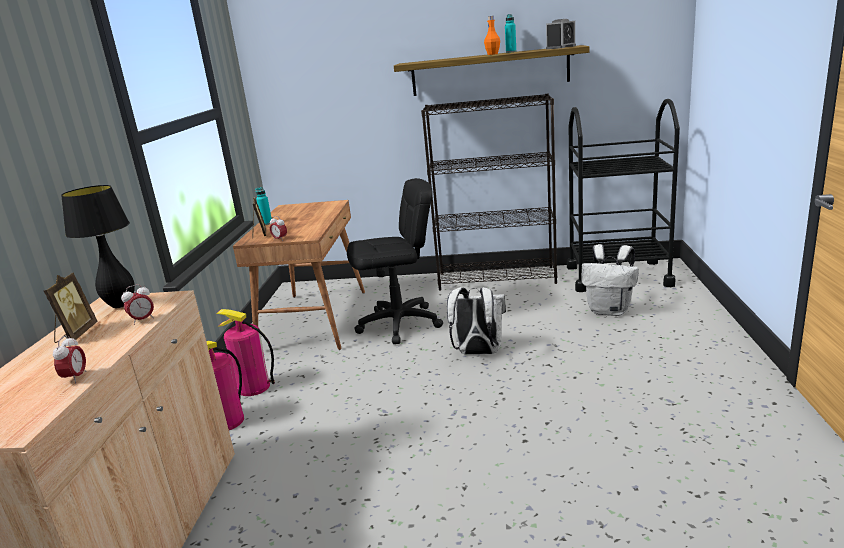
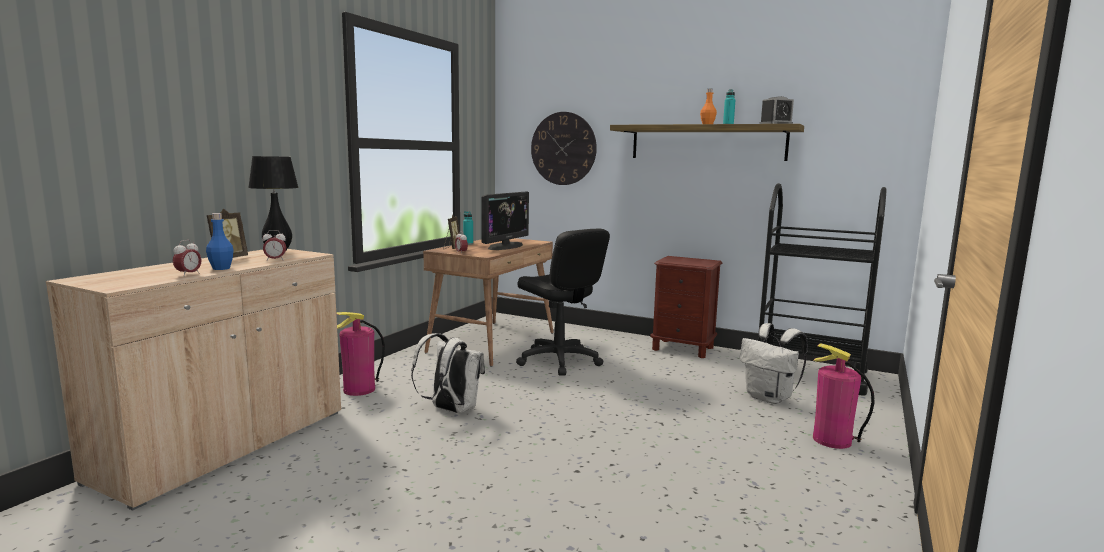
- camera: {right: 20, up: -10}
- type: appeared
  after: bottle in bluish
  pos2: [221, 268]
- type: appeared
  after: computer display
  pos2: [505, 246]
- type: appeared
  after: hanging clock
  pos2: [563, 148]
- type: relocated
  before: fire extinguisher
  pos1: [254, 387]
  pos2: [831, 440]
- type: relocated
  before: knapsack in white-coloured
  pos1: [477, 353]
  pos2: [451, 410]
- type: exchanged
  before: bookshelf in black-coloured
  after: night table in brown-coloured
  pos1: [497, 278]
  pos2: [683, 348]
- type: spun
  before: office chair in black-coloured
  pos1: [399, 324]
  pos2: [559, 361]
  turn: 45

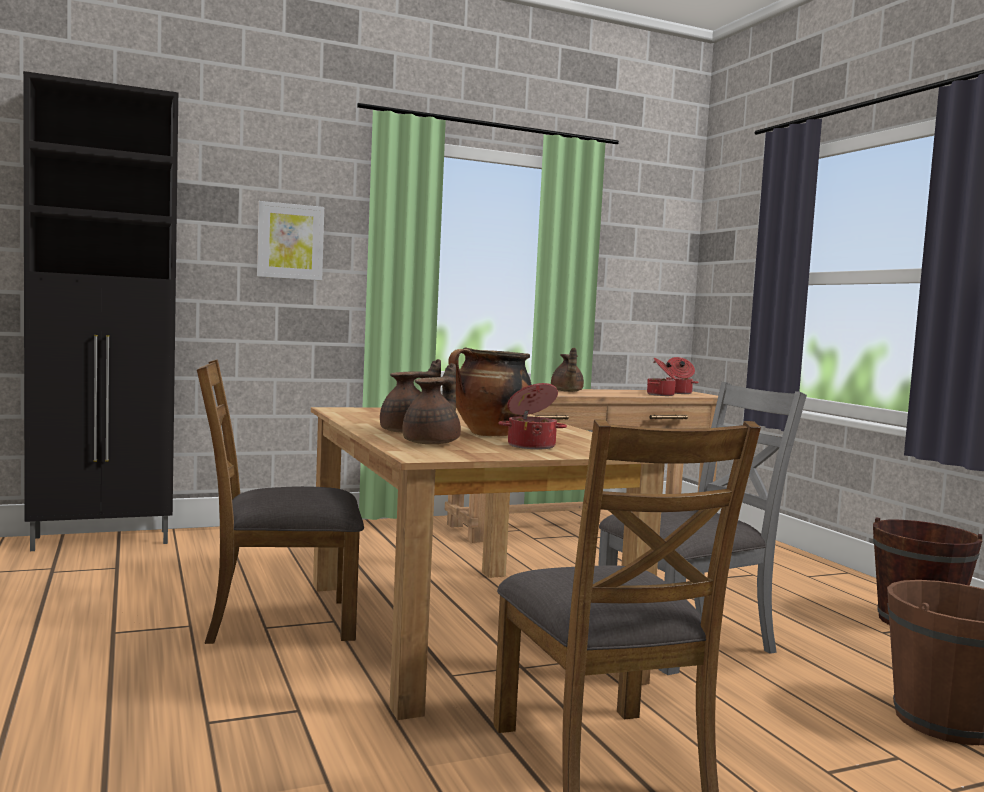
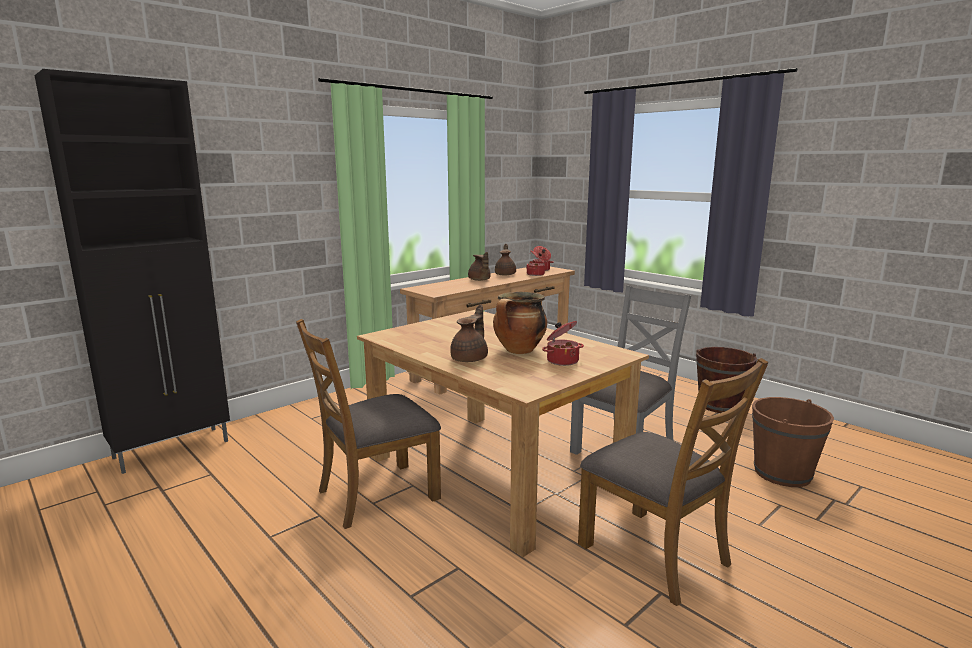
- camera: {right: -20, up: 10}
- type: missing
  before: wall art
  pos1: [290, 241]
- type: relocated
  before: teapot in brown-coloured
  pos1: [433, 443]
  pos2: [505, 274]

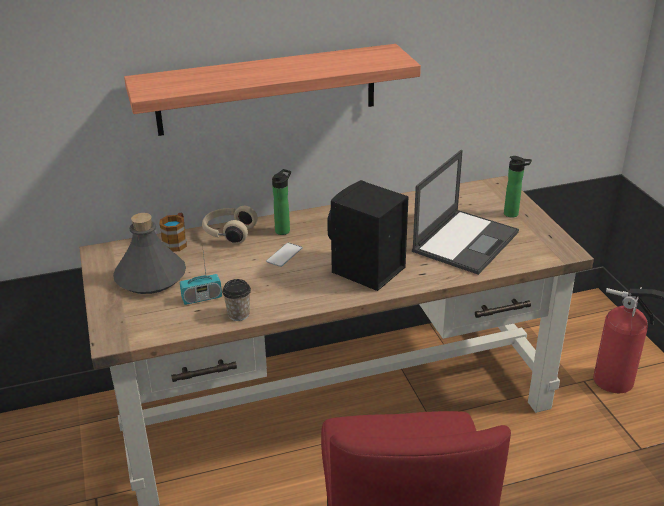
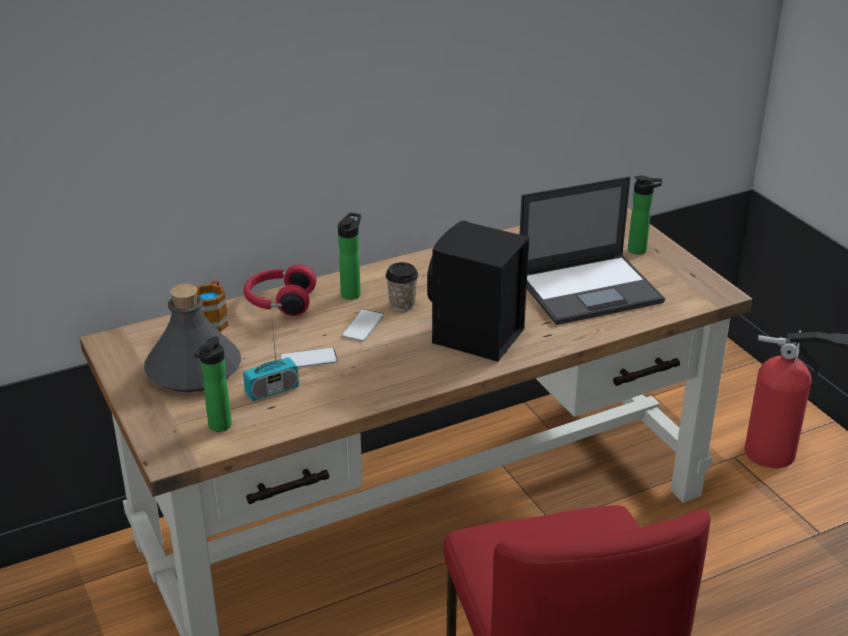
- camera: {right: -10, up: 0}
- type: missing
  before: shelf
  pos1: [267, 90]
- type: appeared
  after: bottle
  pos2: [218, 427]
- type: appeared
  after: phone
  pos2: [309, 359]
- type: relocated
  before: small cup
  pos1: [238, 314]
  pos2: [402, 304]
- type: colour
  before: headphones in sand-coloured
  after: headphones in red-coloured
  pos1: [228, 233]
  pos2: [279, 302]
- type: spun
  before: notebook computer
  pos1: [466, 241]
  pos2: [590, 289]
  turn: 45

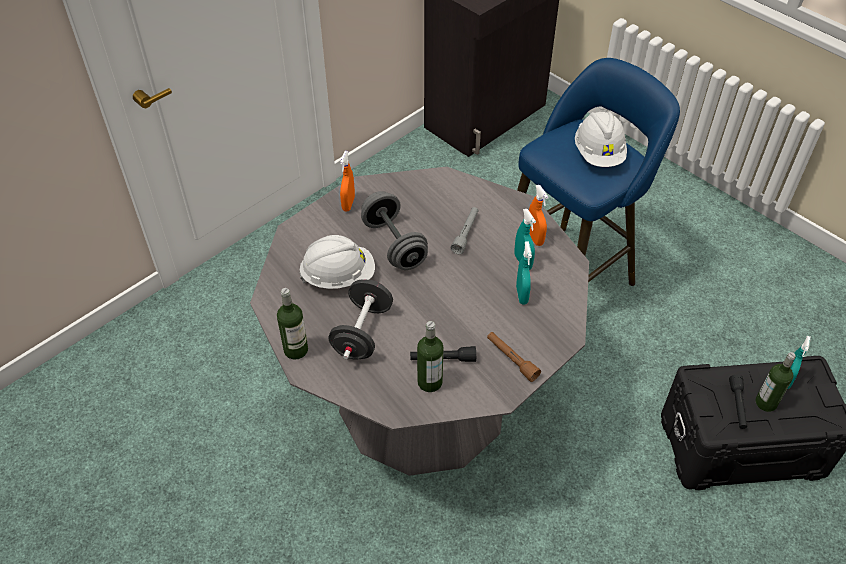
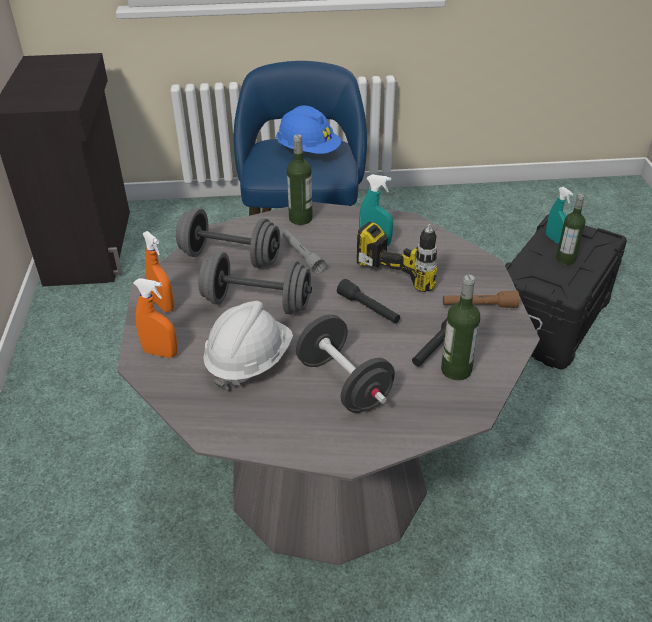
- camera: {right: -50, up: -10}
- type: appeared
  after: hand weight in greyish
  pos2: [230, 257]
- type: relocated
  before: bottle
  pos1: [296, 350]
  pos2: [300, 218]
- type: relocated
  before: sprayer in orange-coloured
  pos1: [534, 238]
  pos2: [160, 353]
- type: relocated
  before: torch in black-coloured
  pos1: [737, 405]
  pos2: [368, 309]
- type: exchanged
  before: sprayer in turquoise-coloured
  after: electric drill
  pos1: [522, 295]
  pos2: [411, 263]
- type: colour
  before: hard hat in white-coloured
  after: hard hat in bluish
  pos1: [599, 154]
  pos2: [308, 151]

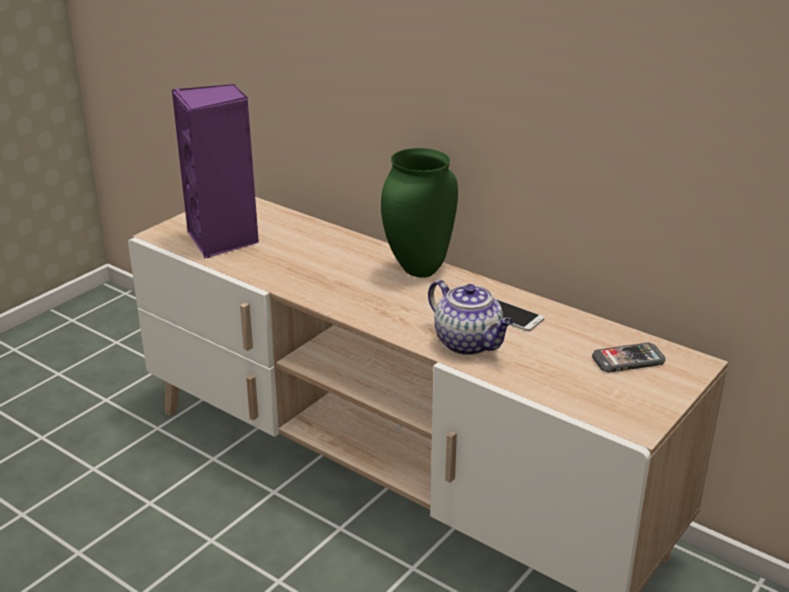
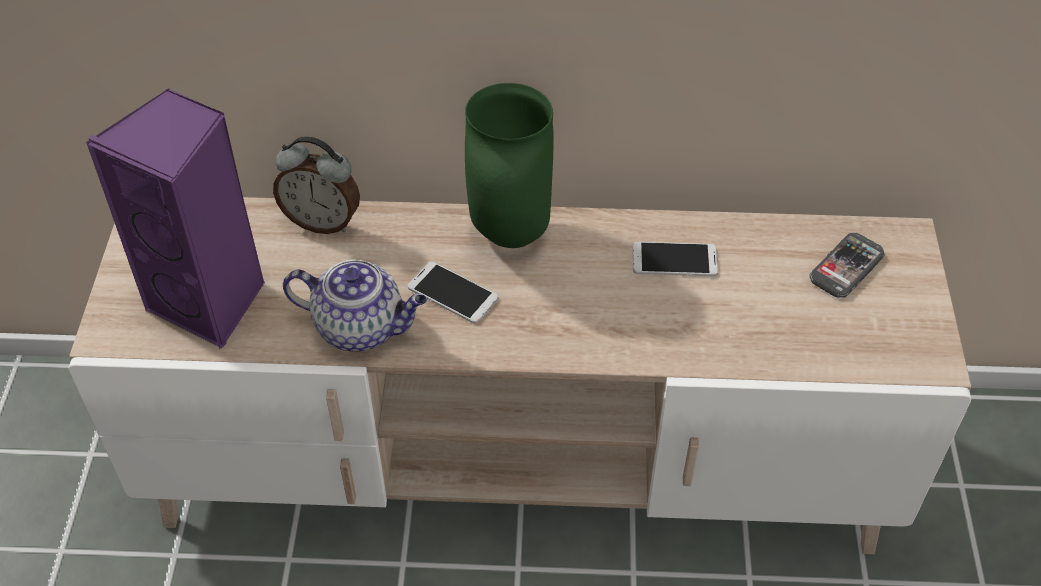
- camera: {right: -35, up: 20}
- type: appeared
  after: alarm clock
  pos2: [322, 221]
- type: appeared
  after: phone
  pos2: [453, 293]
- type: relocated
  before: teapot
  pos1: [469, 343]
  pos2: [362, 327]

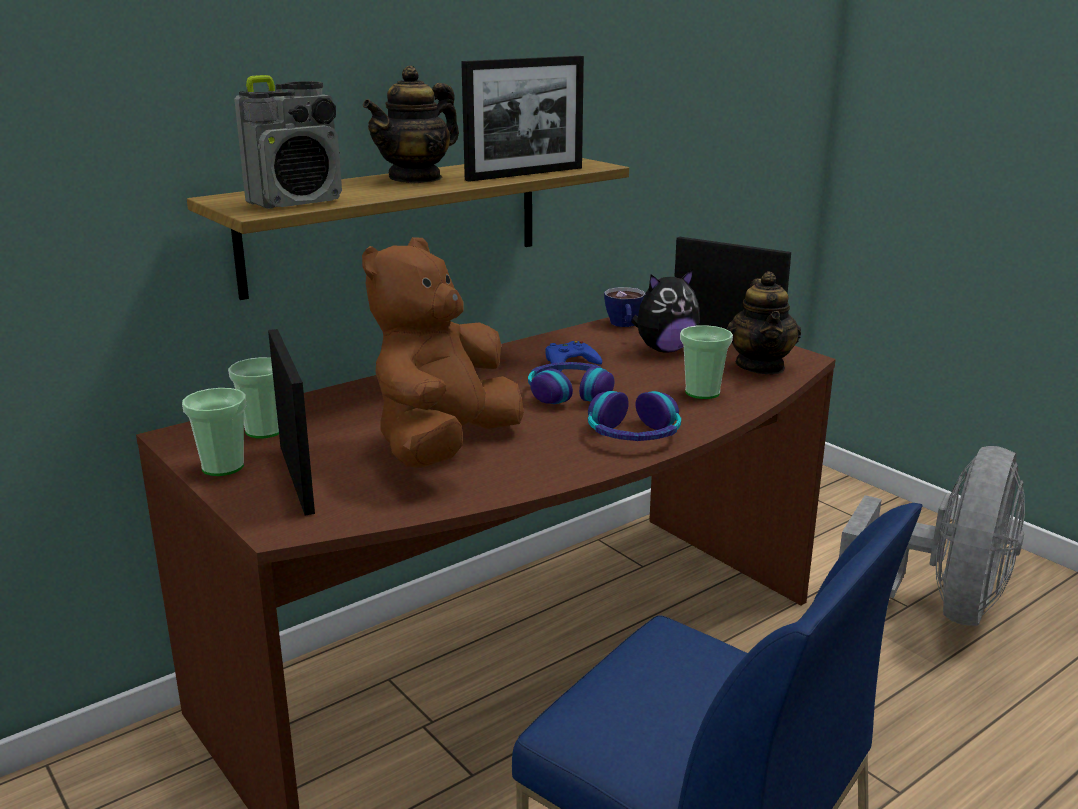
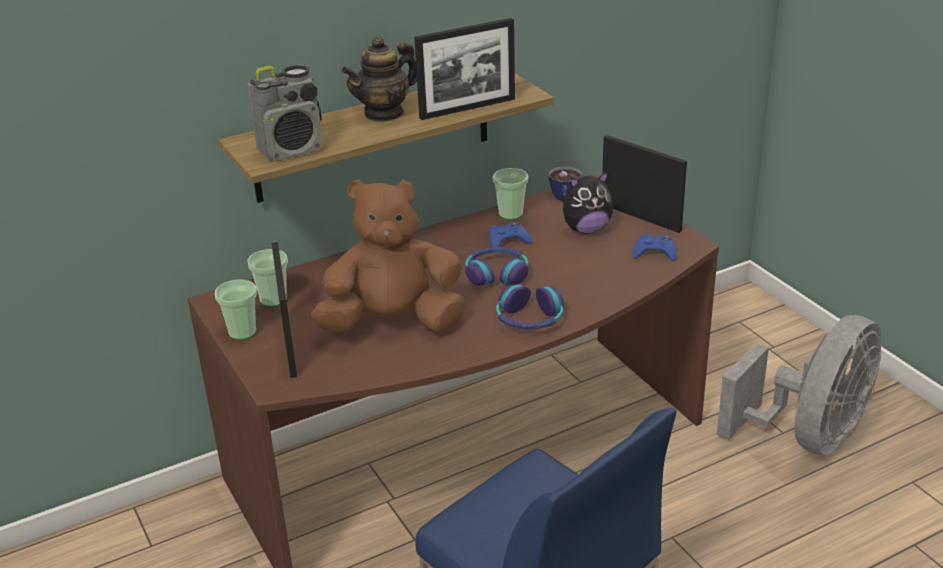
- camera: {right: 10, up: 10}
- type: relocated
  before: small cup
  pos1: [702, 392]
  pos2: [511, 214]
- type: exchanged
  before: teapot
  after: game controller in bluish
  pos1: [761, 366]
  pos2: [654, 252]
- type: spun
  before: plush toy in brown-coloured
  pos1: [444, 448]
  pos2: [393, 323]
  turn: 45

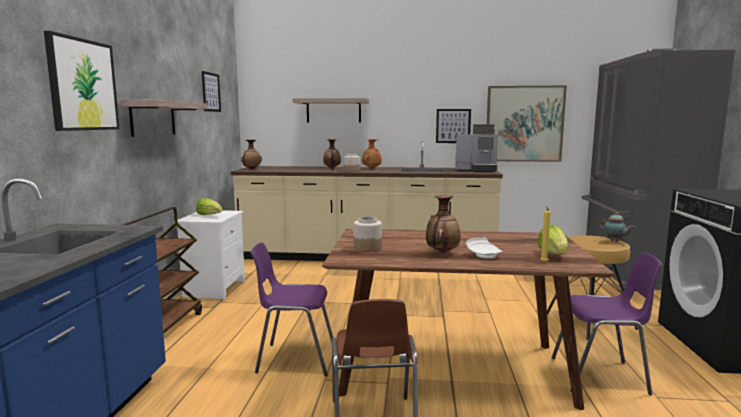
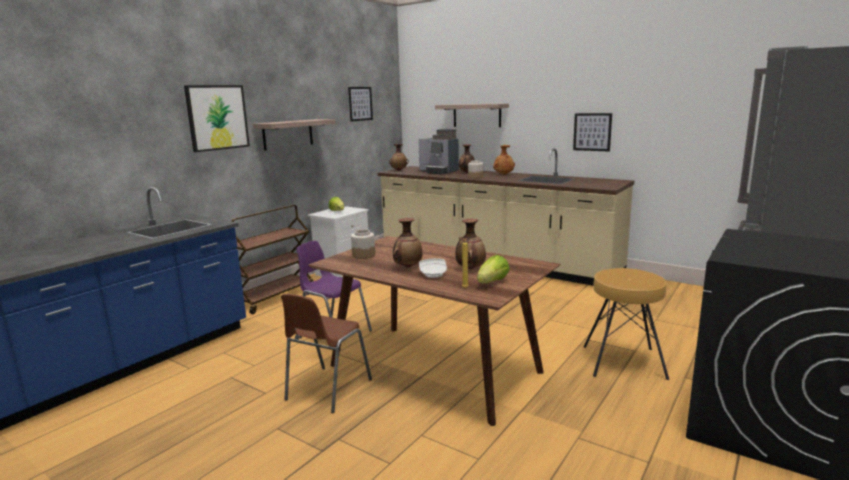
- camera: {right: 30, up: 5}
- type: missing
  before: wall art
  pos1: [524, 124]
- type: missing
  before: chair in purple
  pos1: [601, 376]
- type: missing
  before: teapot
  pos1: [615, 241]
- type: appeared
  after: flower vase
  pos2: [470, 269]
- type: relocated
  before: coffee maker
  pos1: [477, 170]
  pos2: [439, 171]

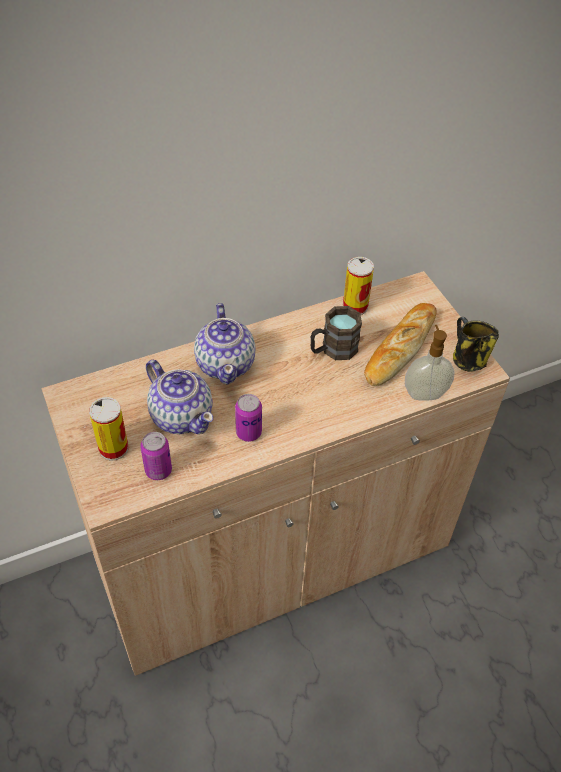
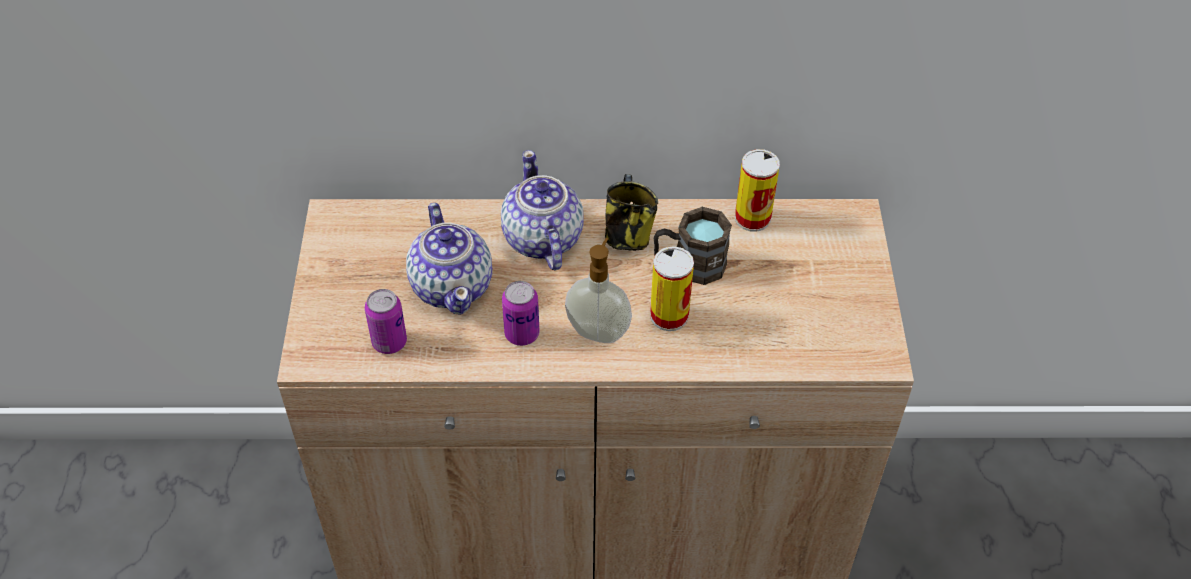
- camera: {right: 25, up: 0}
- type: missing
  before: bakery bread
  pos1: [399, 348]
- type: relocated
  before: sealed can
  pos1: [113, 448]
  pos2: [669, 316]
- type: relocated
  before: soap dispenser
  pos1: [424, 393]
  pos2: [598, 331]
- type: relocated
  before: mug
  pos1: [467, 360]
  pos2: [627, 235]
- type: spun
  before: teapot
  pos1: [226, 364]
  pos2: [542, 239]
  turn: 150

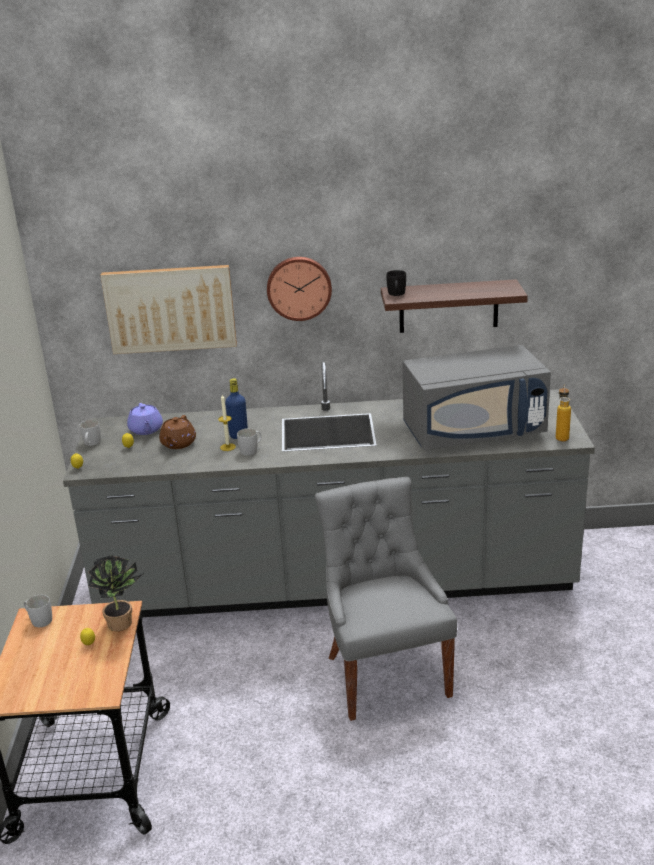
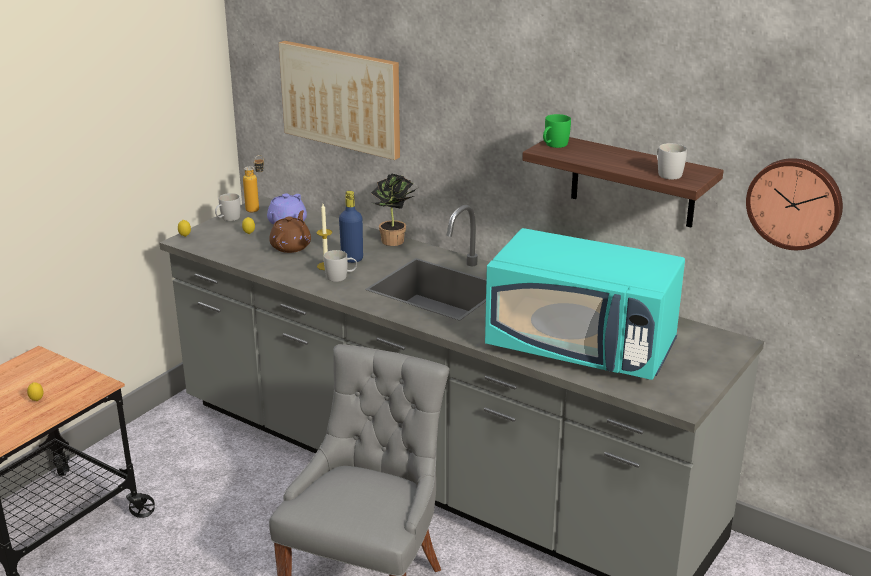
- camera: {right: 35, up: 0}
- type: relocated
  before: mug in white-coloured
  pos1: [38, 620]
  pos2: [667, 173]
- type: relocated
  before: houseplant
  pos1: [123, 623]
  pos2: [395, 242]
- type: relocated
  before: hanging clock
  pos1: [299, 287]
  pos2: [795, 202]
- type: relocated
  before: bottle
  pos1: [561, 436]
  pos2: [257, 208]
- type: colour
  before: mug in black-coloured
  after: mug in green
  pos1: [396, 294]
  pos2: [553, 145]
- type: colour
  before: microwave in greyish
  after: microwave in turquoise-coloured
  pos1: [474, 432]
  pos2: [582, 348]
- type: spun
  before: teapot in brown-coloured
  pos1: [178, 444]
  pos2: [291, 246]
  turn: 150

